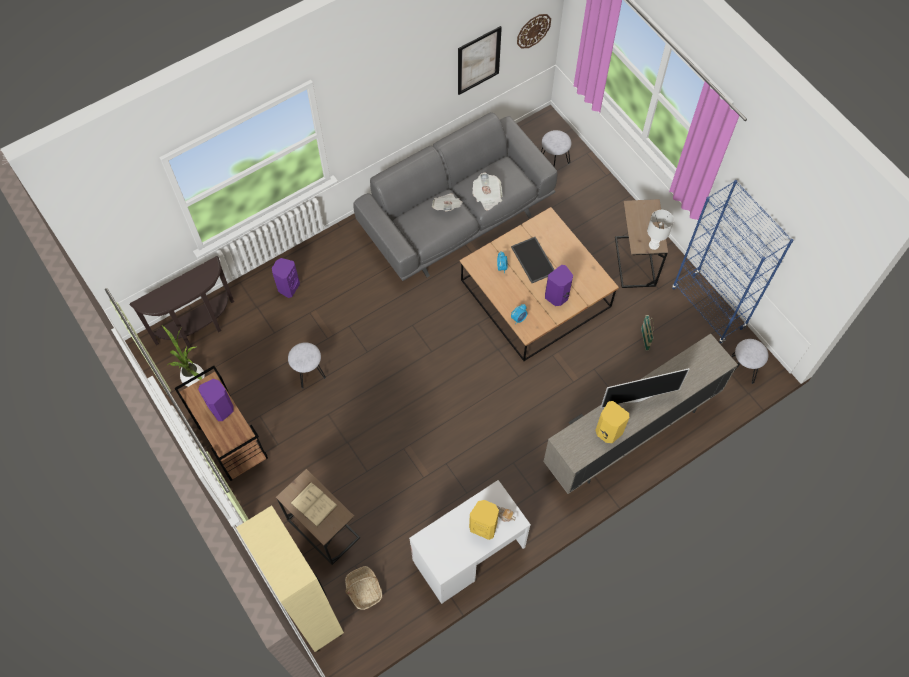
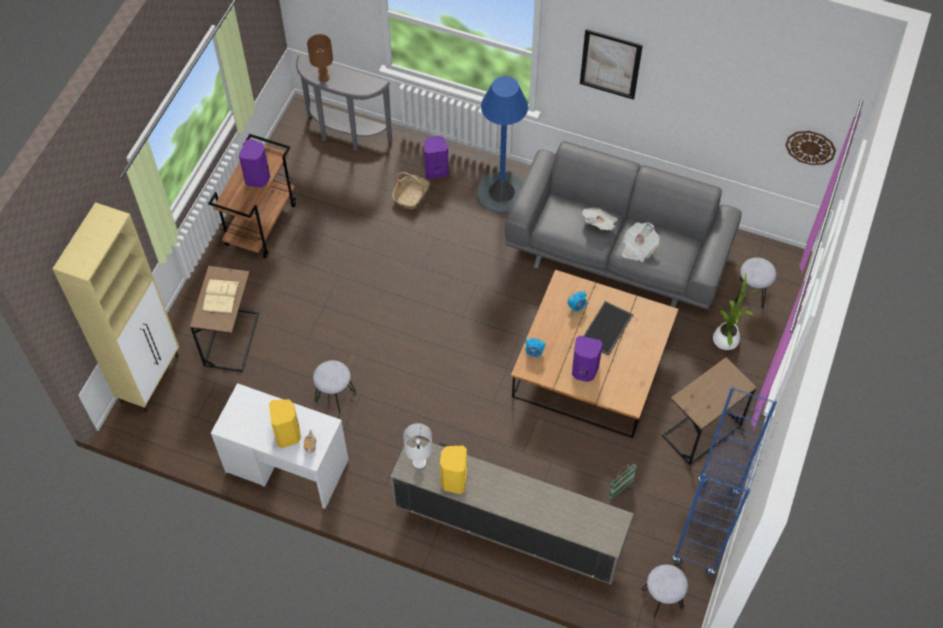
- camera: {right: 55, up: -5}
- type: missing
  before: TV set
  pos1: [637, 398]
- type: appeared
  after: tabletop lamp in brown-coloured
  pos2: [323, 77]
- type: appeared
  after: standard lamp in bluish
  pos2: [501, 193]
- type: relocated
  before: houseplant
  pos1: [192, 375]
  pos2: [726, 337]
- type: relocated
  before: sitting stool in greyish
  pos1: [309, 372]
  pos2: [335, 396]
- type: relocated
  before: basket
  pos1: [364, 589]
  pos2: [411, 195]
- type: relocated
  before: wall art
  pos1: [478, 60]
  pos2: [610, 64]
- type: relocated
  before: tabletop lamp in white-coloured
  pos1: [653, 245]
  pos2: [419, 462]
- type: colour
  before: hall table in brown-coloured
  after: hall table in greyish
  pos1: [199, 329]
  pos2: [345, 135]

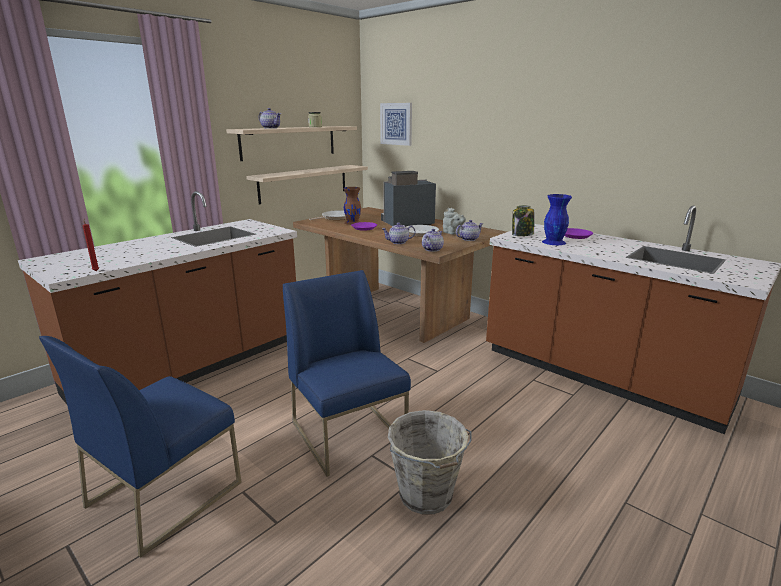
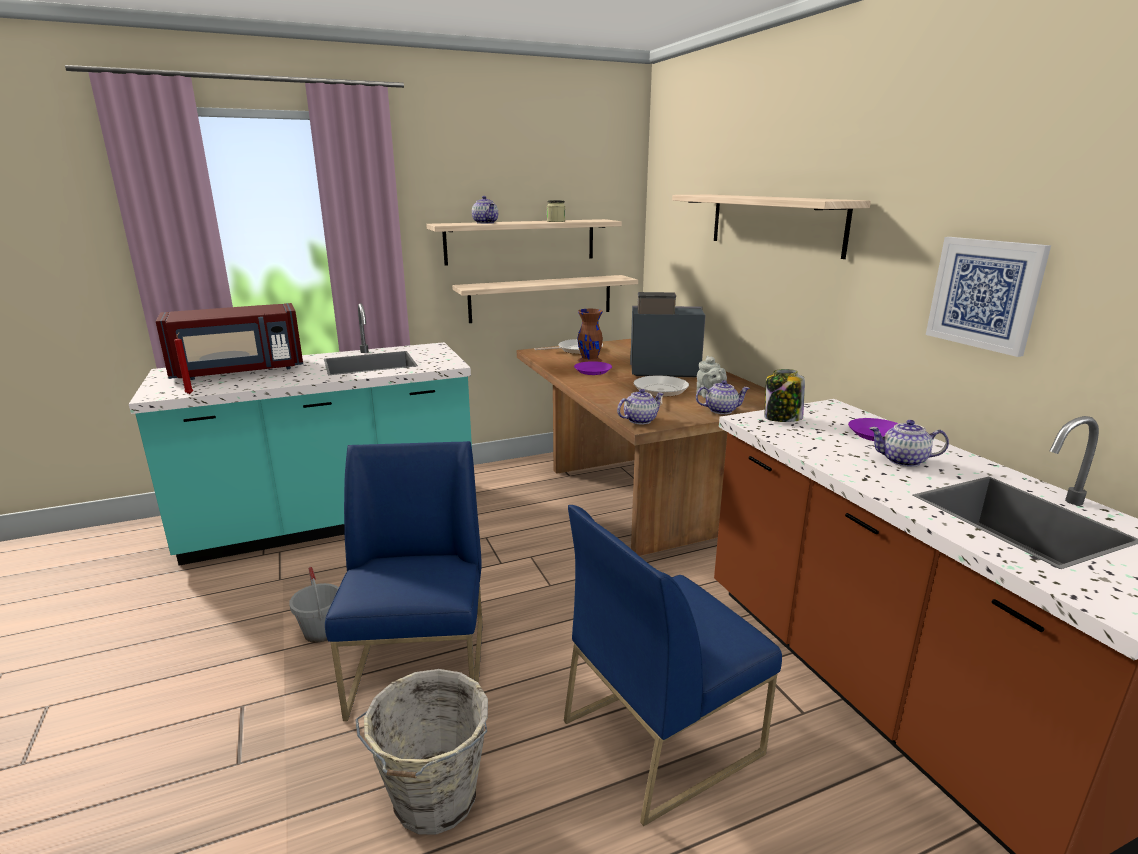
- camera: {right: 25, up: 0}
- type: missing
  before: flower vase in bluish
  pos1: [554, 242]
- type: appeared
  after: microwave in red-coloured
  pos2: [239, 371]
- type: appeared
  after: bucket in greyish
  pos2: [321, 632]
- type: appeared
  after: shelf
  pos2: [774, 223]
- type: relocated
  before: chair in bluish
  pos1: [165, 493]
  pos2: [662, 735]
- type: relocated
  before: wall art
  pos1: [396, 124]
  pos2: [985, 294]
- type: relocated
  before: teapot
  pos1: [398, 242]
  pos2: [903, 461]
- type: colour
  before: counter in brown-coloured
  after: counter in turquoise-coloured
  pos1: [192, 366]
  pos2: [333, 521]

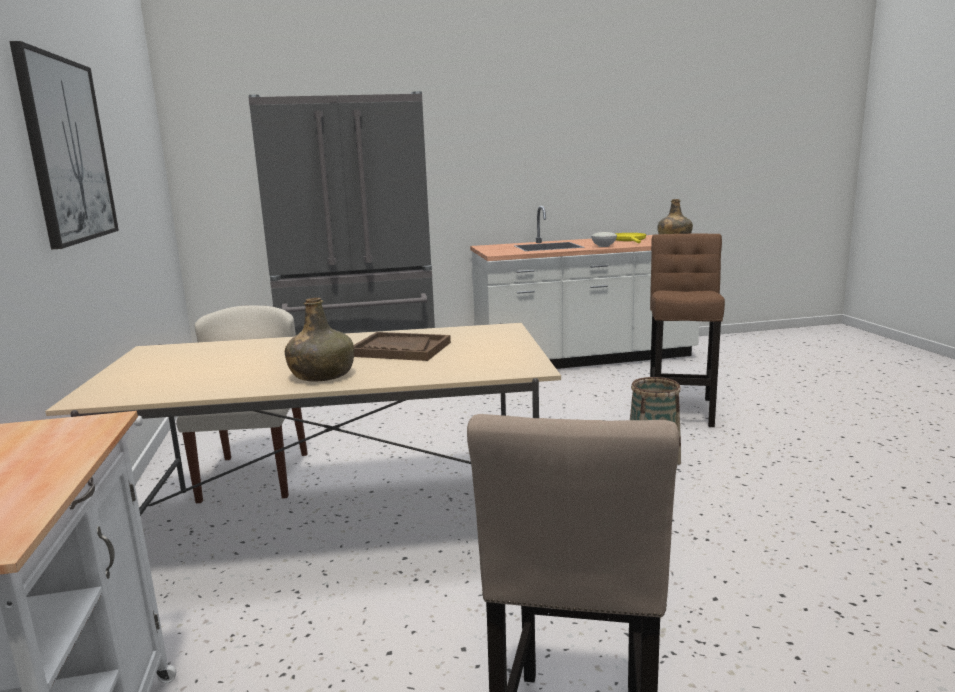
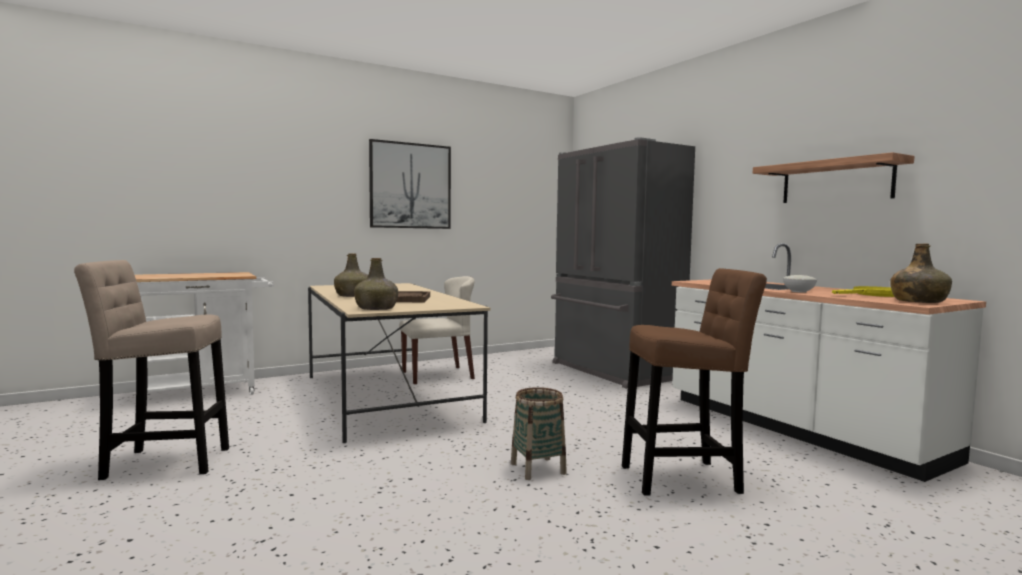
- camera: {right: 70, up: -10}
- type: appeared
  after: bottle in green
  pos2: [377, 308]
- type: appeared
  after: shelf
  pos2: [836, 182]

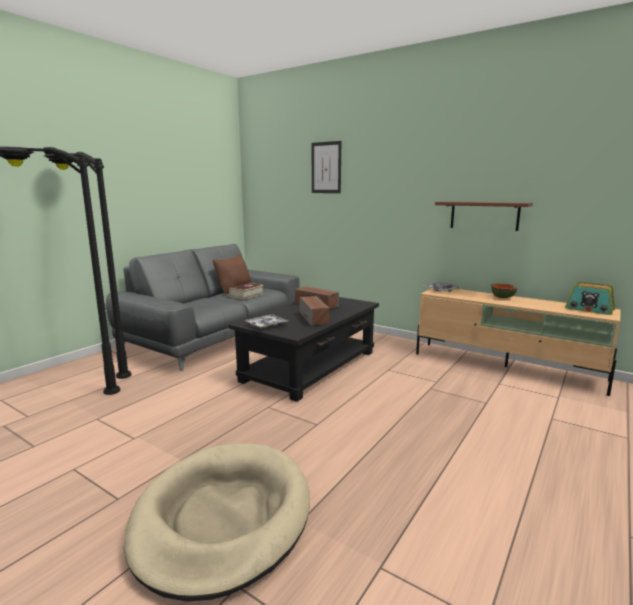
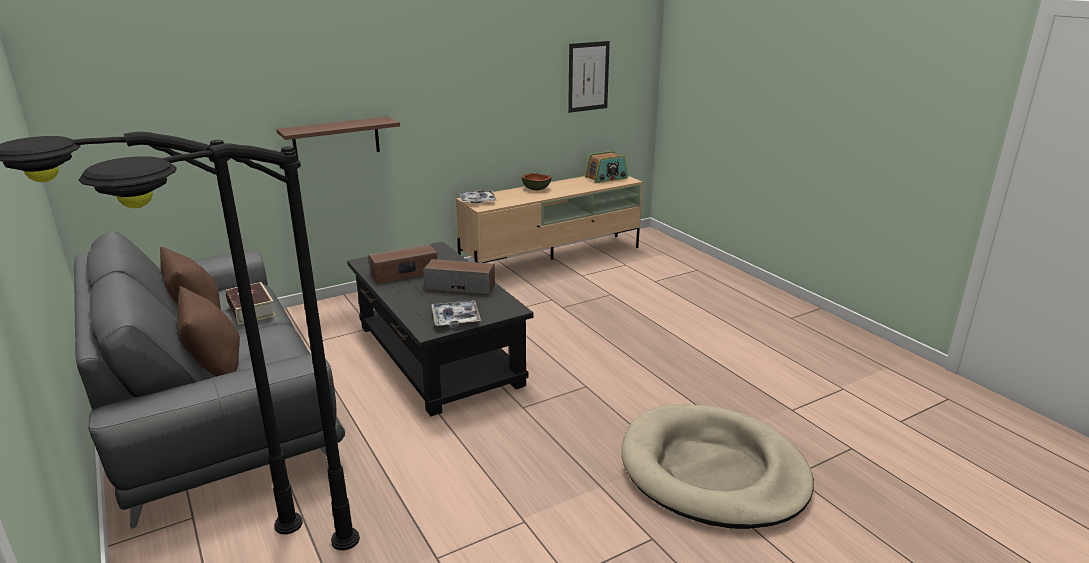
- camera: {right: -65, up: 10}
- type: appeared
  after: throw pillow in brown-coloured
  pos2: [215, 366]
- type: relocated
  before: wall art
  pos1: [326, 167]
  pos2: [588, 76]
- type: relocated
  before: shelf in brown-coloured
  pos1: [484, 215]
  pos2: [336, 139]

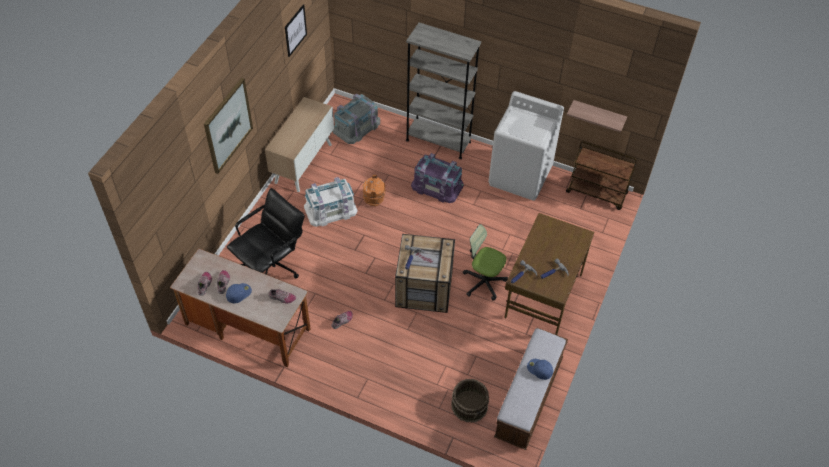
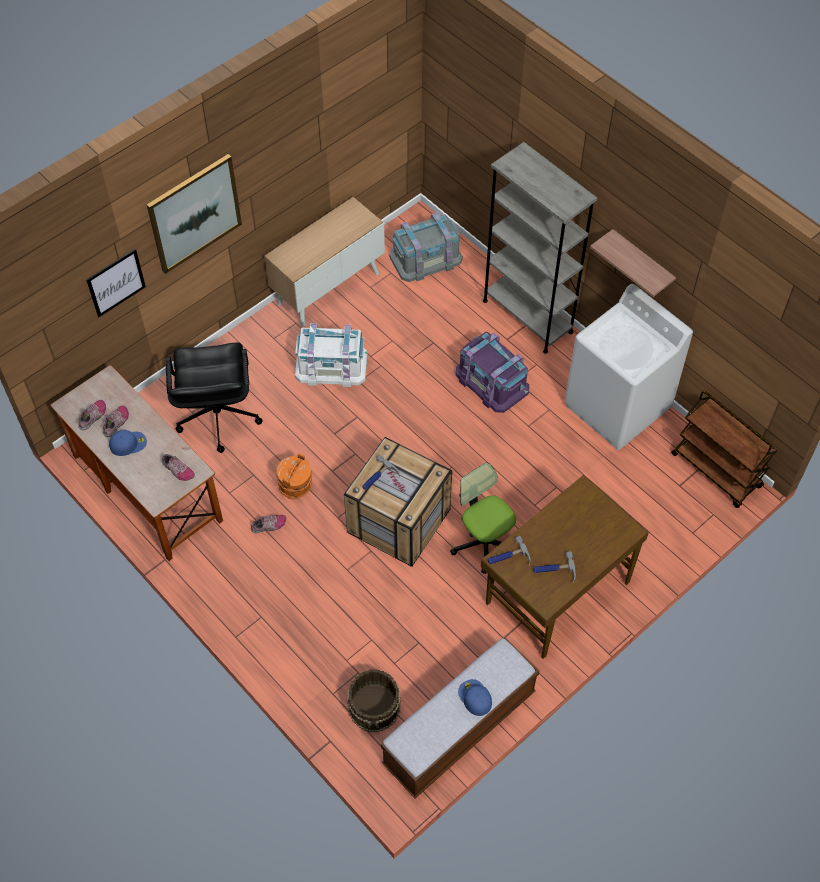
- camera: {right: 25, up: 5}
- type: relocated
  before: wall art
  pos1: [295, 30]
  pos2: [116, 282]
- type: relocated
  before: bucket in orange-coloured
  pos1: [374, 198]
  pos2: [296, 486]
- type: relocated
  before: shelf
  pos1: [598, 115]
  pos2: [641, 262]
- type: spun
  before: office chair in black-coloured
  pos1: [272, 266]
  pos2: [217, 417]
  turn: 105

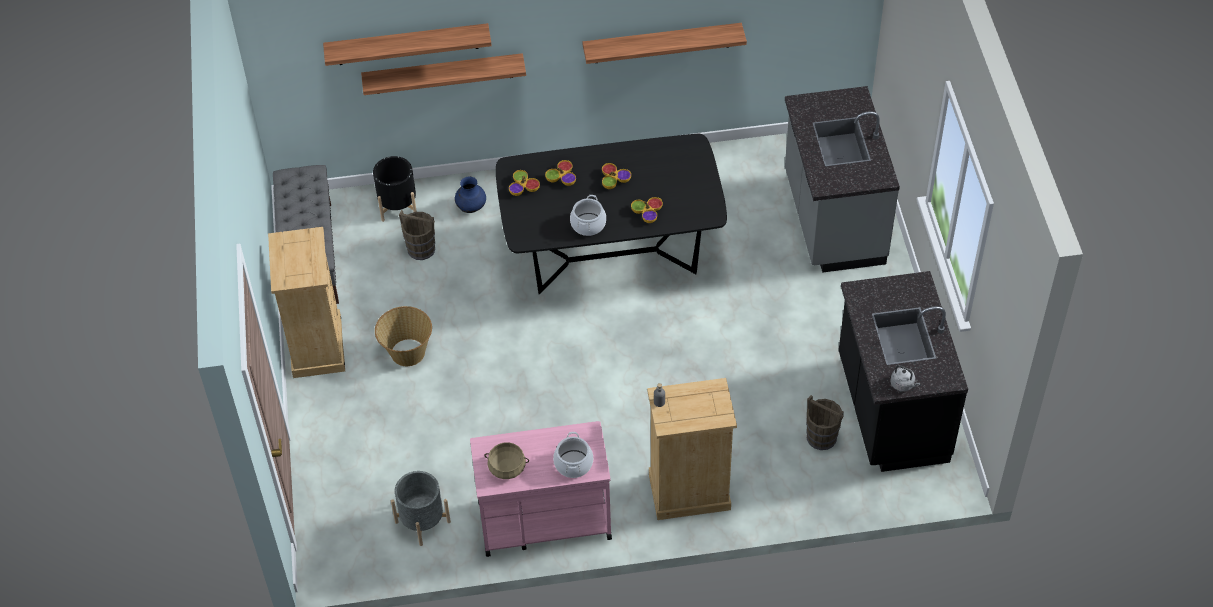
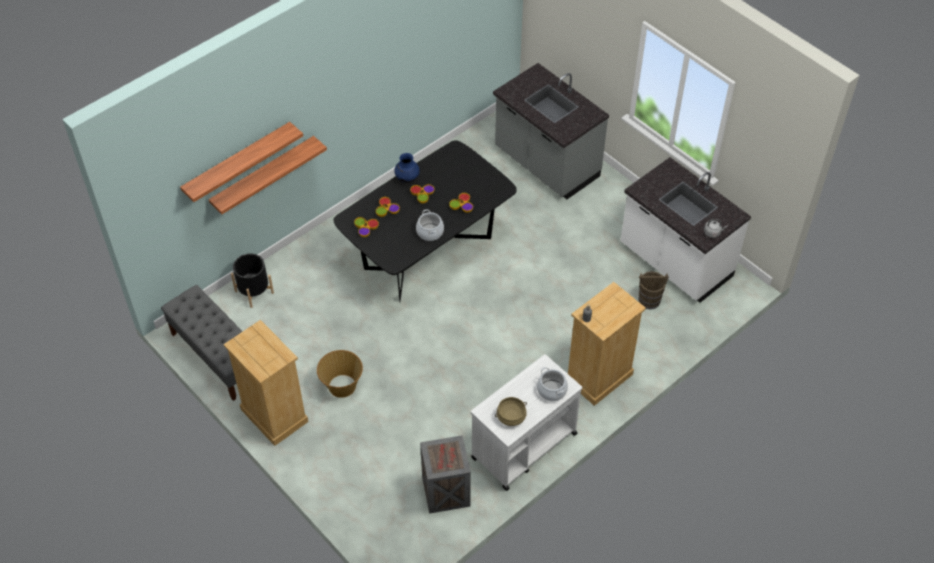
- camera: {right: -35, up: 0}
- type: missing
  before: bucket in brown-coloured
  pos1: [421, 249]
- type: missing
  before: shelf
  pos1: [662, 43]
- type: relocated
  before: flower vase in bluish
  pos1: [471, 207]
  pos2: [407, 178]
- type: exchanged
  before: plant pot in greyish
  after: shipping crate
  pos1: [422, 522]
  pos2: [445, 492]
- type: colour
  before: trolley in pink
  after: trolley in white-coloured
  pos1: [543, 520]
  pos2: [523, 446]
- type: colour
  before: counter in black-coloured
  after: counter in white-coloured
  pos1: [890, 410]
  pos2: [675, 262]

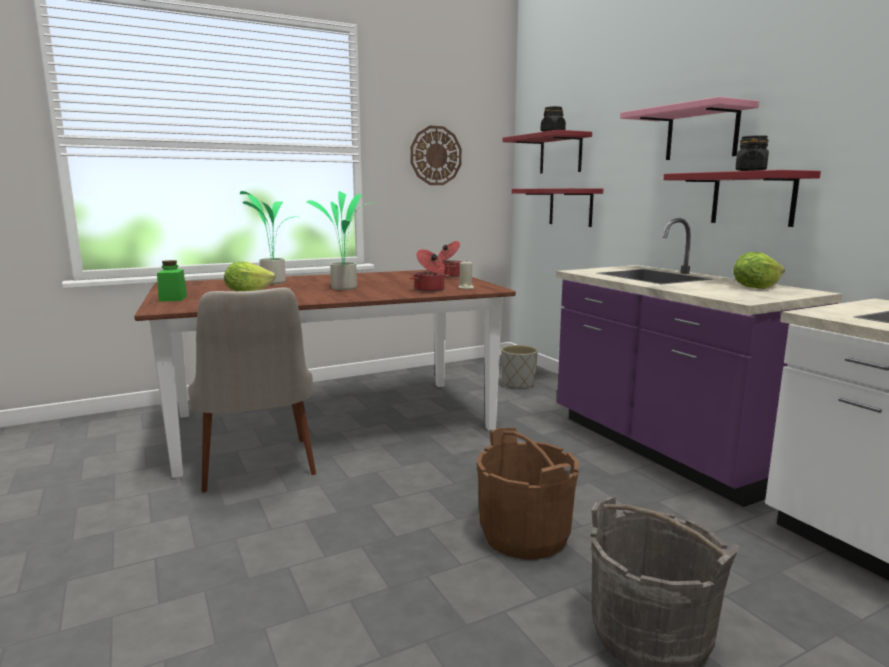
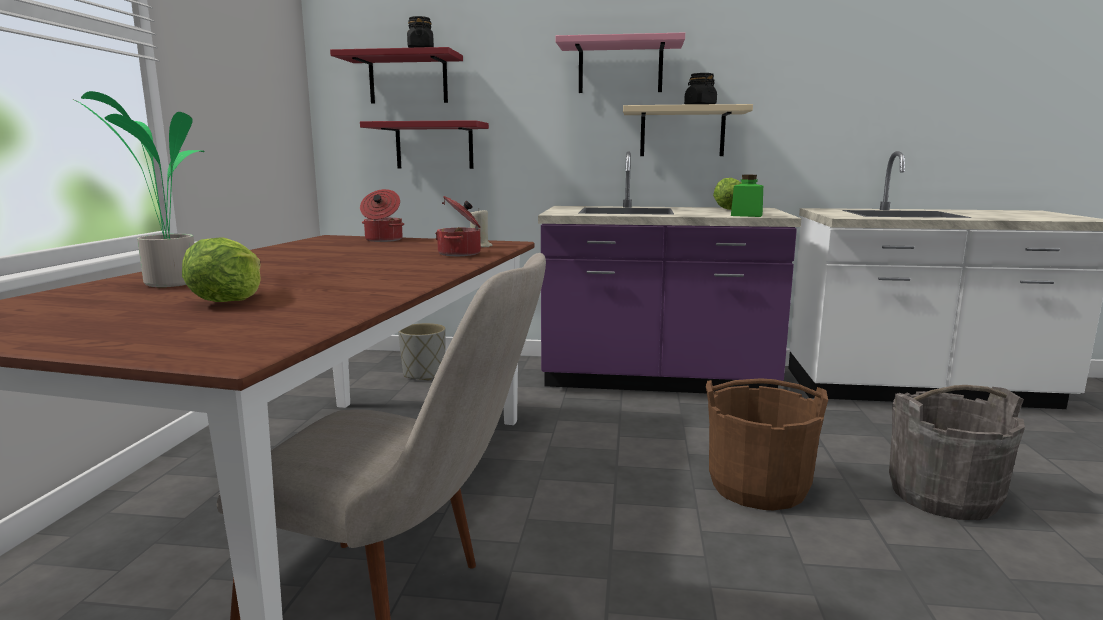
- camera: {right: -55, up: 0}
- type: missing
  before: houseplant
  pos1: [345, 288]
- type: missing
  before: hanging clock
  pos1: [435, 155]
- type: relocated
  before: jar in green
  pos1: [173, 298]
  pos2: [746, 215]
- type: colour
  before: shelf in red-coloured
  after: shelf in sand-coloured
  pos1: [753, 198]
  pos2: [682, 132]

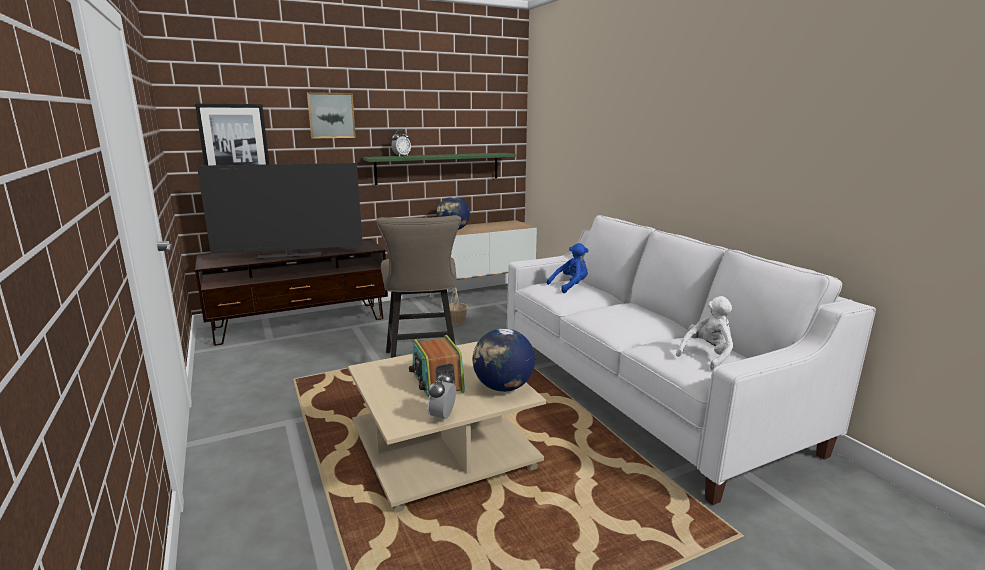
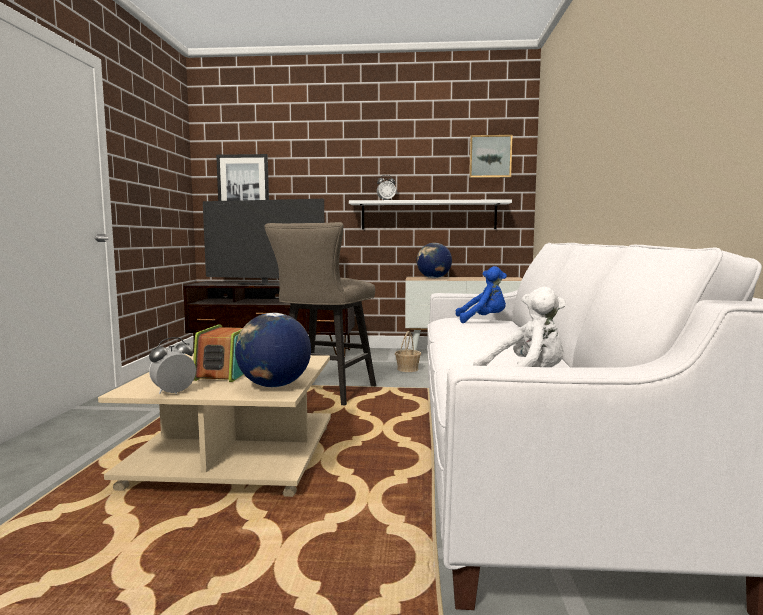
- camera: {right: 30, up: -10}
- type: relocated
  before: wall art
  pos1: [331, 115]
  pos2: [490, 157]
- type: colour
  before: shelf in green
  after: shelf in white-coloured
  pos1: [438, 168]
  pos2: [428, 215]

